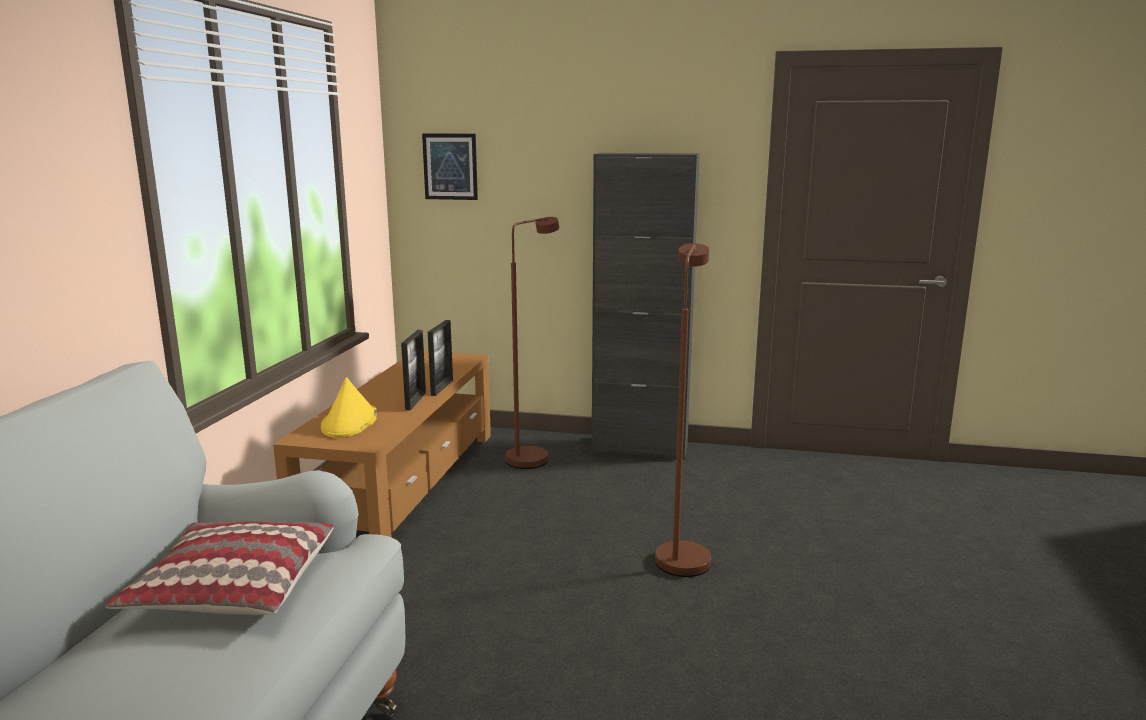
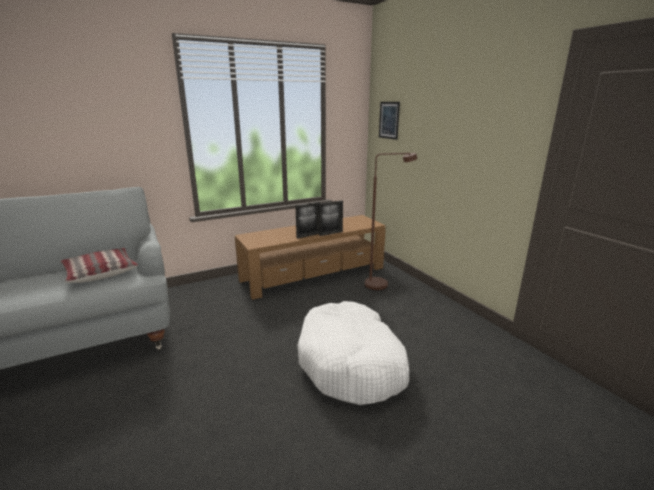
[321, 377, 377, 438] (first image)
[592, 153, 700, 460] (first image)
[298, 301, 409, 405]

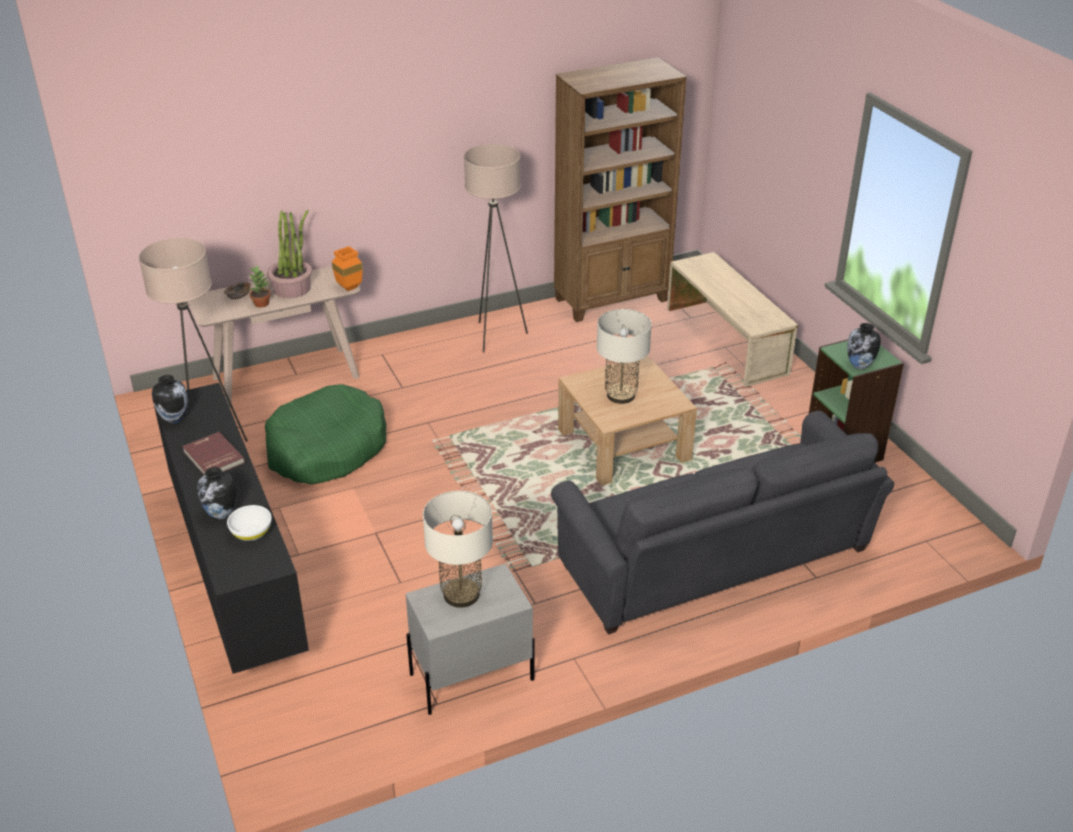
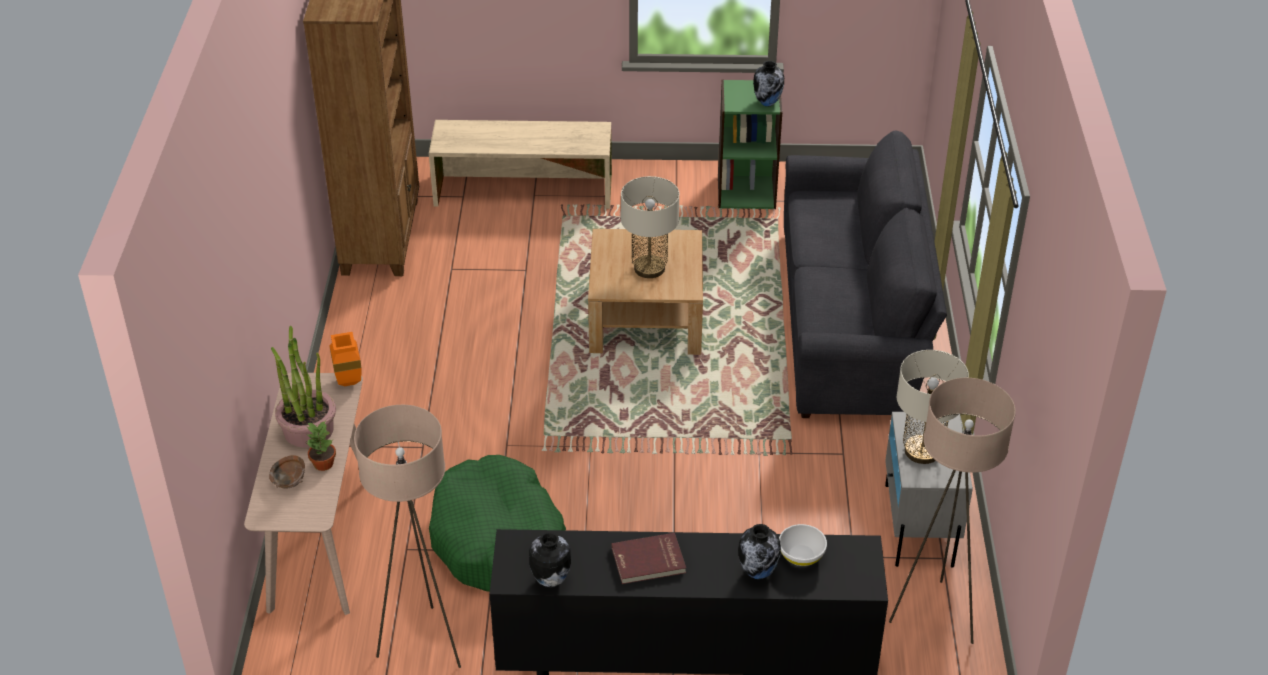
[889, 378, 1016, 644]

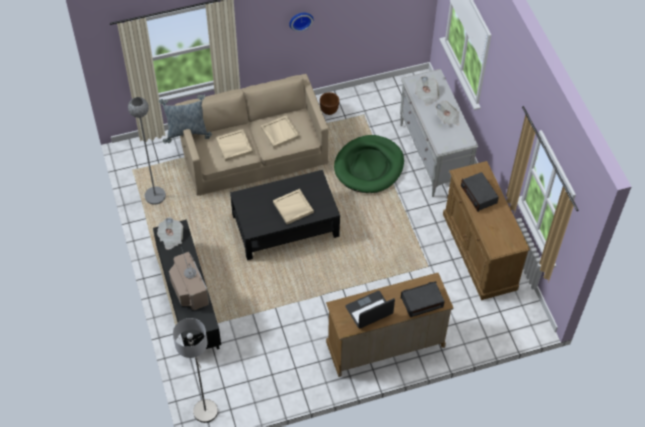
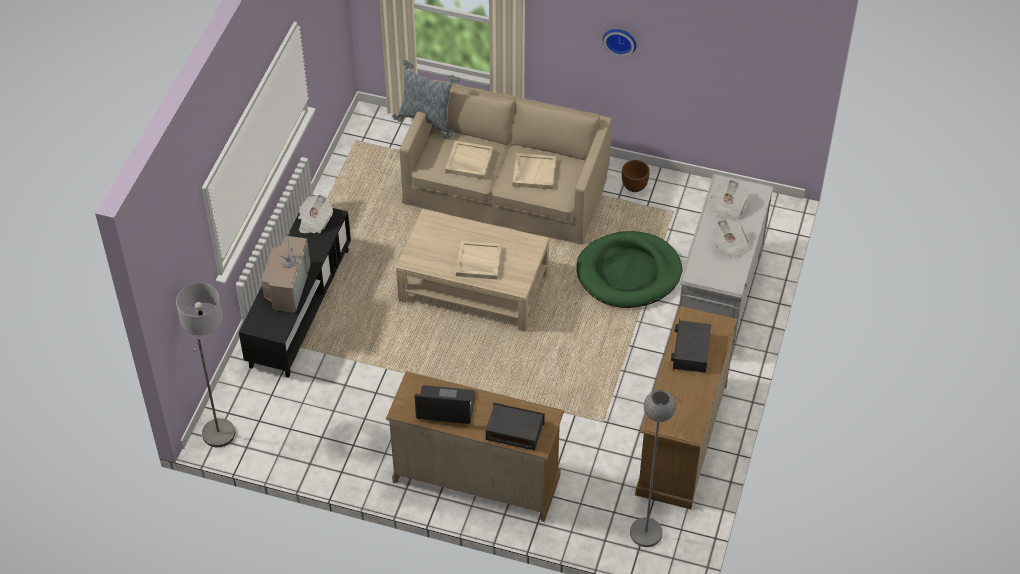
[630, 390, 676, 547]
[396, 209, 549, 332]

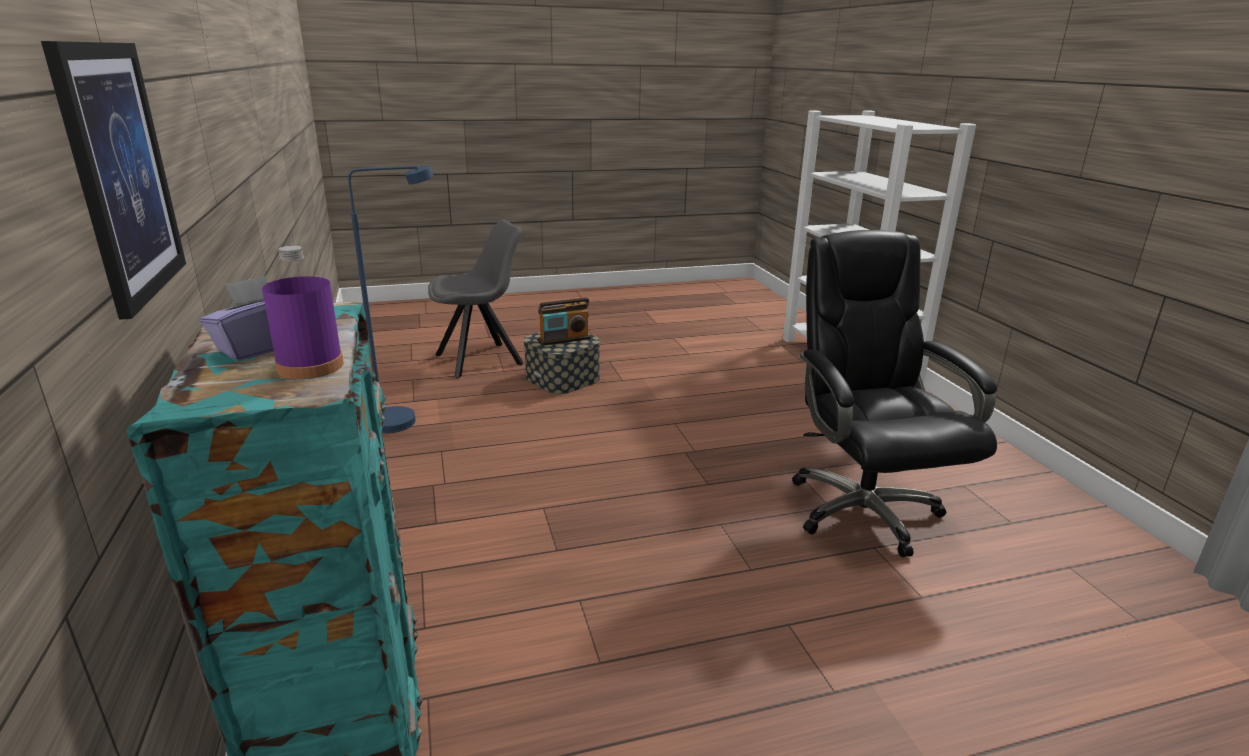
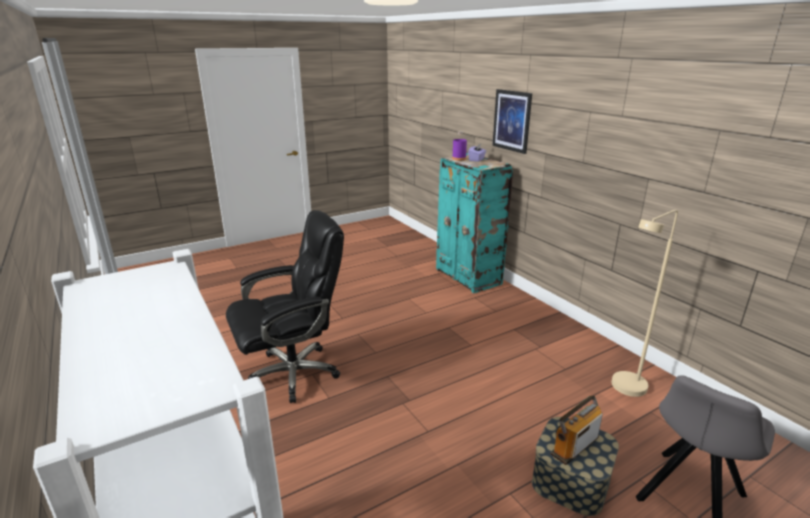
[611, 210, 678, 397]
[226, 210, 344, 403]

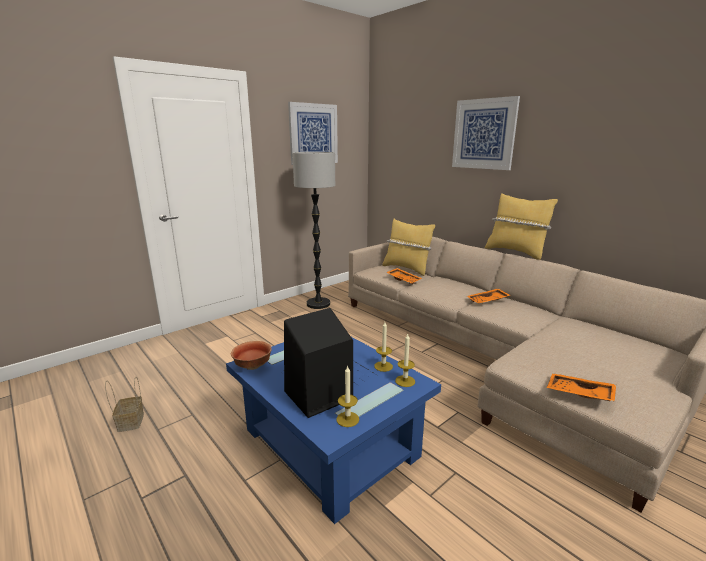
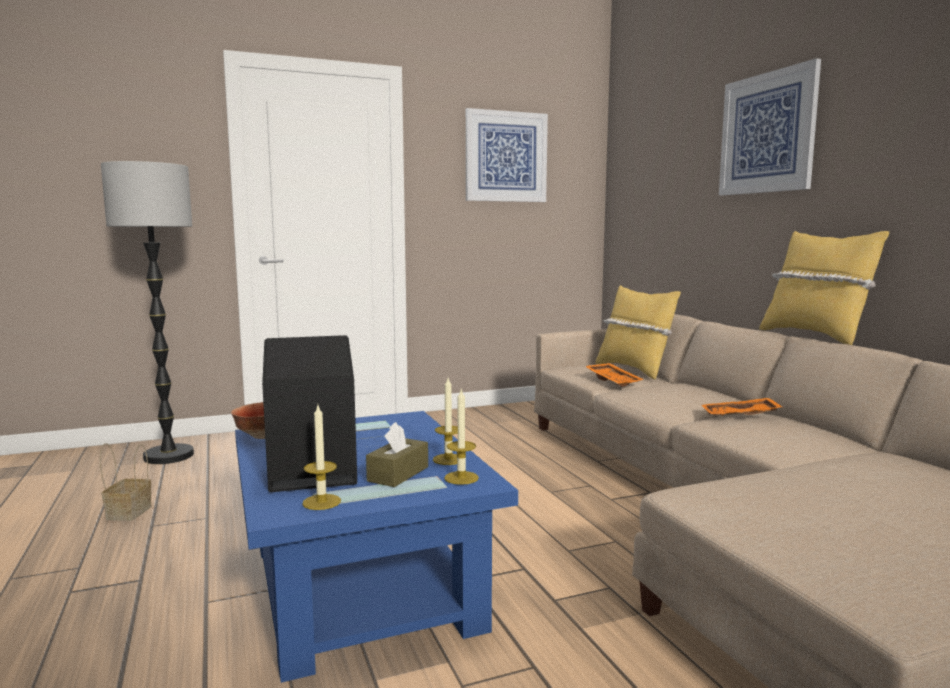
[101, 161, 194, 464]
[547, 373, 616, 402] (first image)
[366, 422, 428, 487]

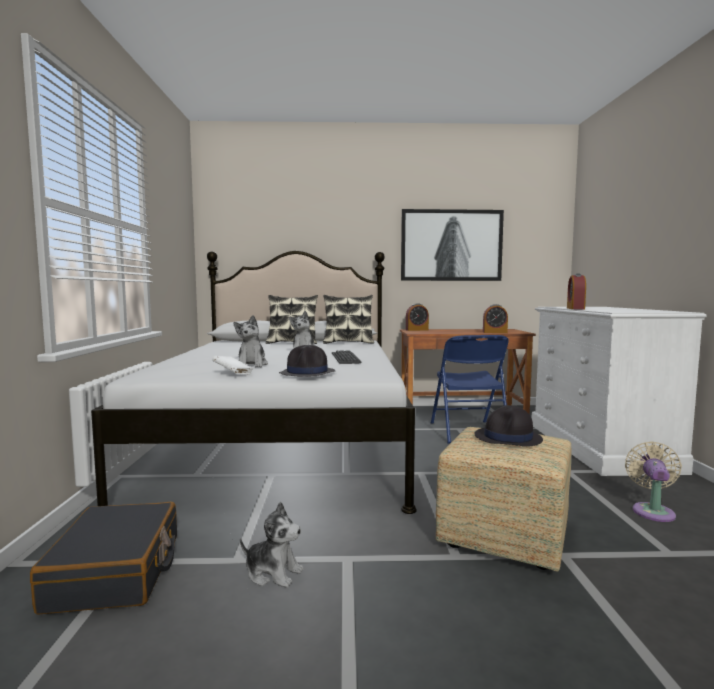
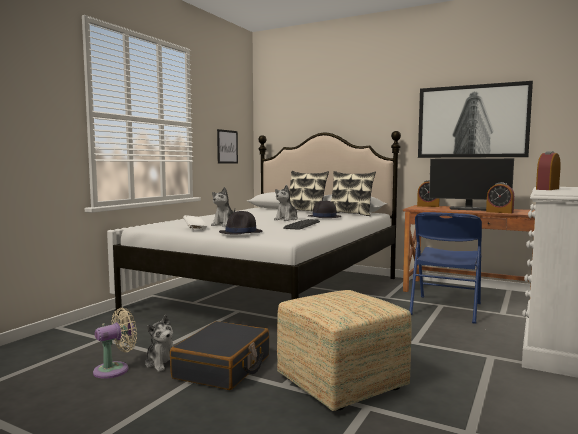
[170, 321, 269, 390]
[308, 201, 341, 218]
[93, 307, 137, 379]
[217, 129, 238, 164]
[429, 158, 514, 211]

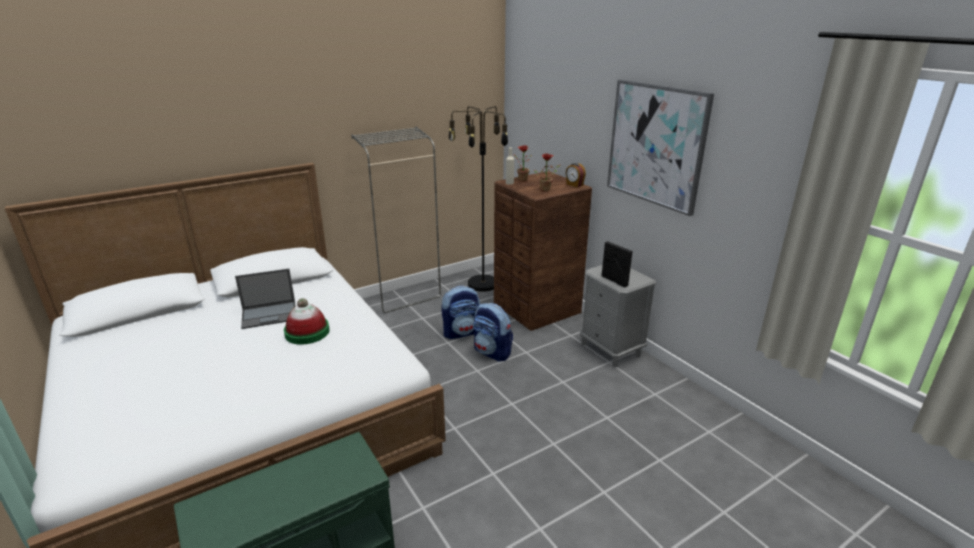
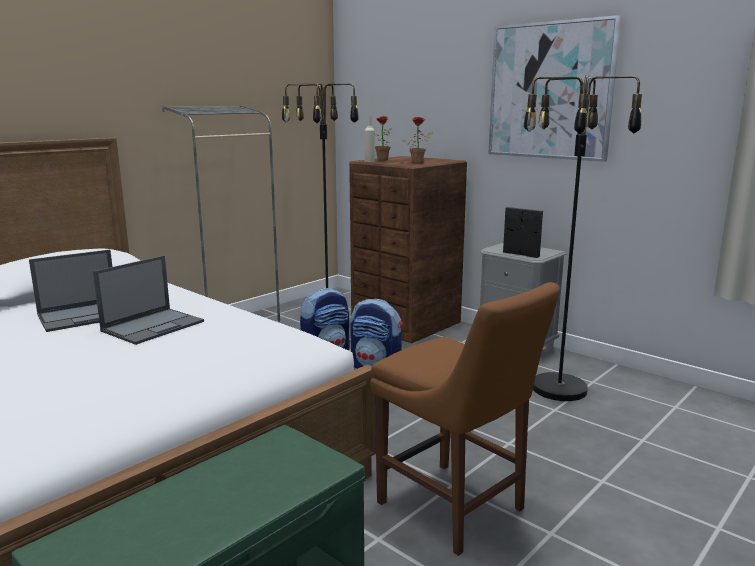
[93, 256, 204, 345]
[566, 163, 586, 187] (first image)
[370, 282, 560, 556]
[524, 76, 642, 401]

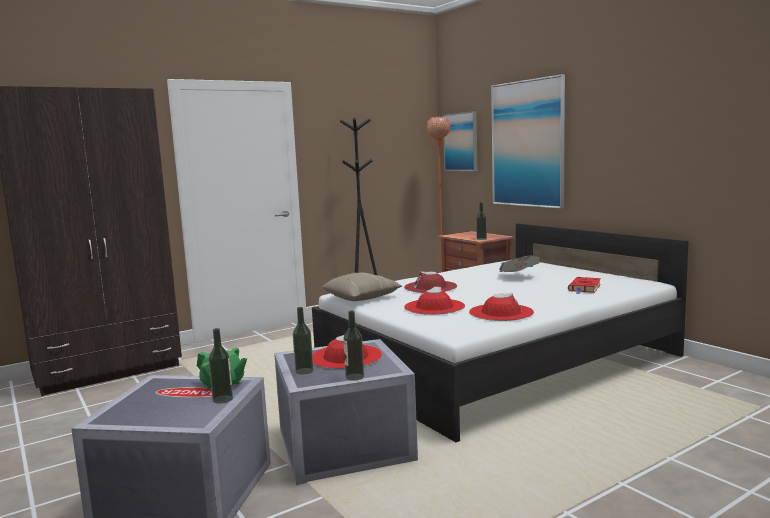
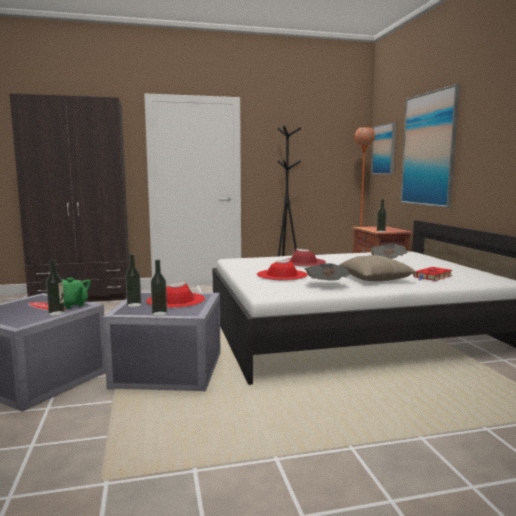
[339, 255, 417, 281]
[304, 263, 351, 281]

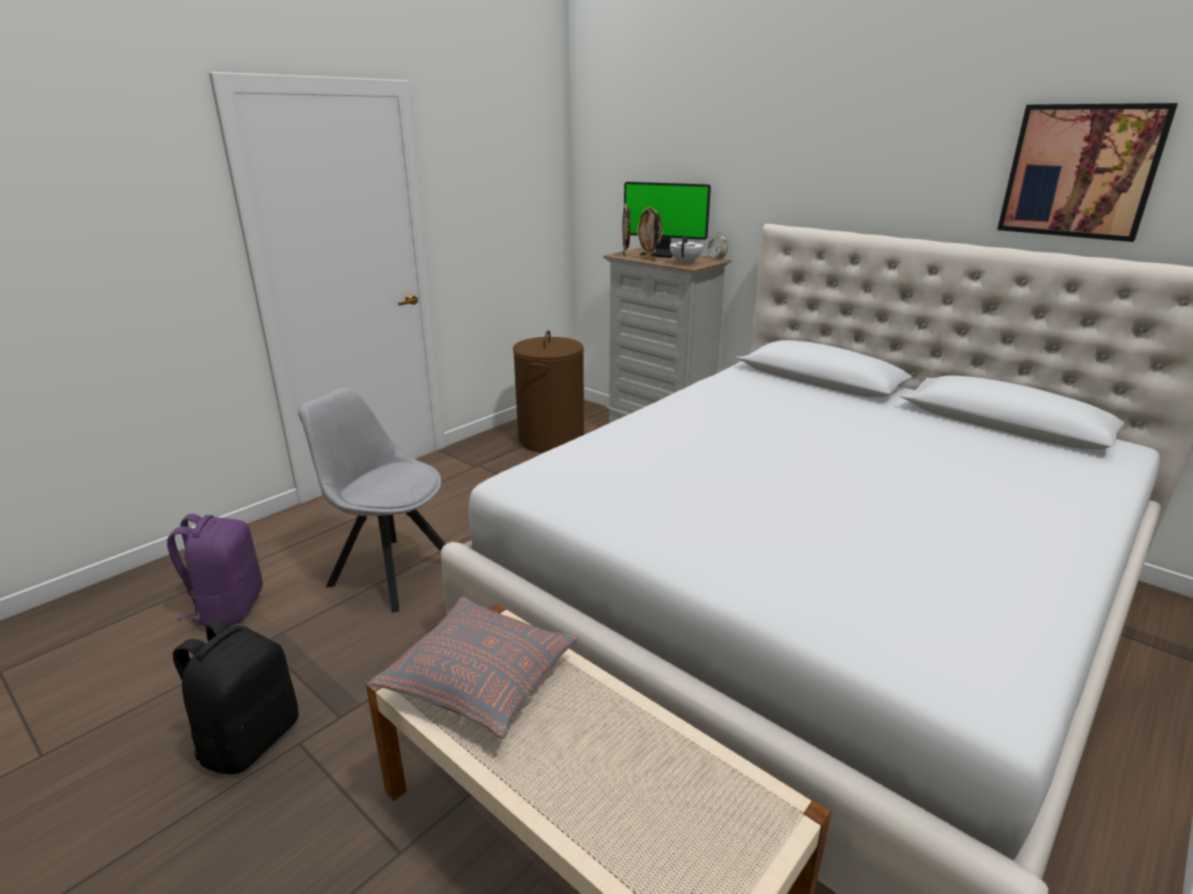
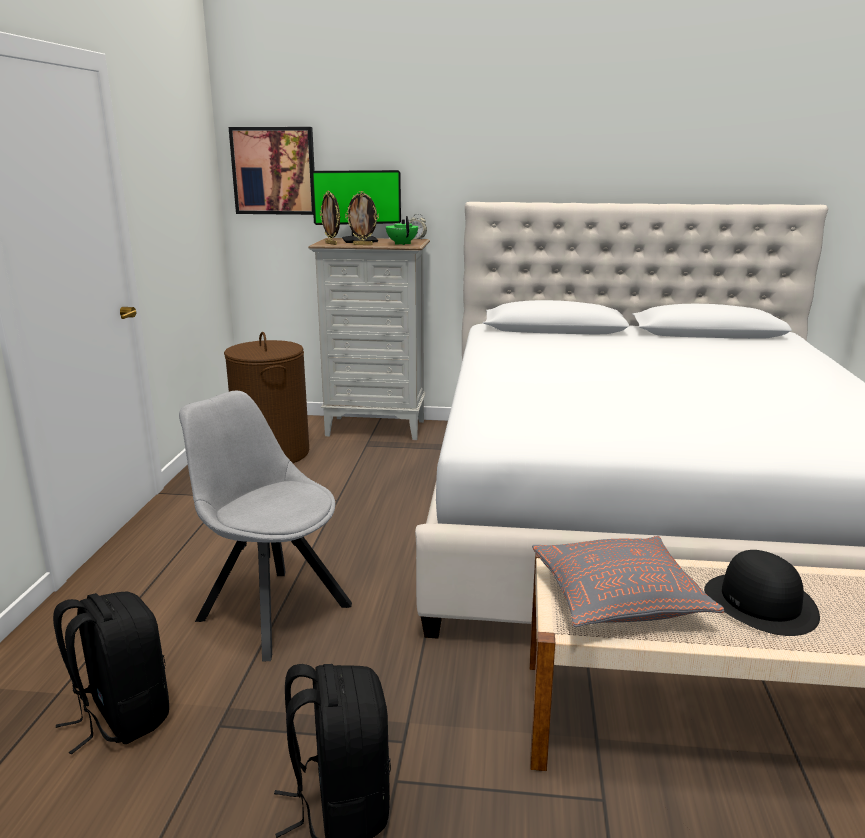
[53, 592, 169, 754]
[179, 391, 352, 661]
[386, 216, 418, 245]
[229, 127, 315, 215]
[704, 550, 820, 636]

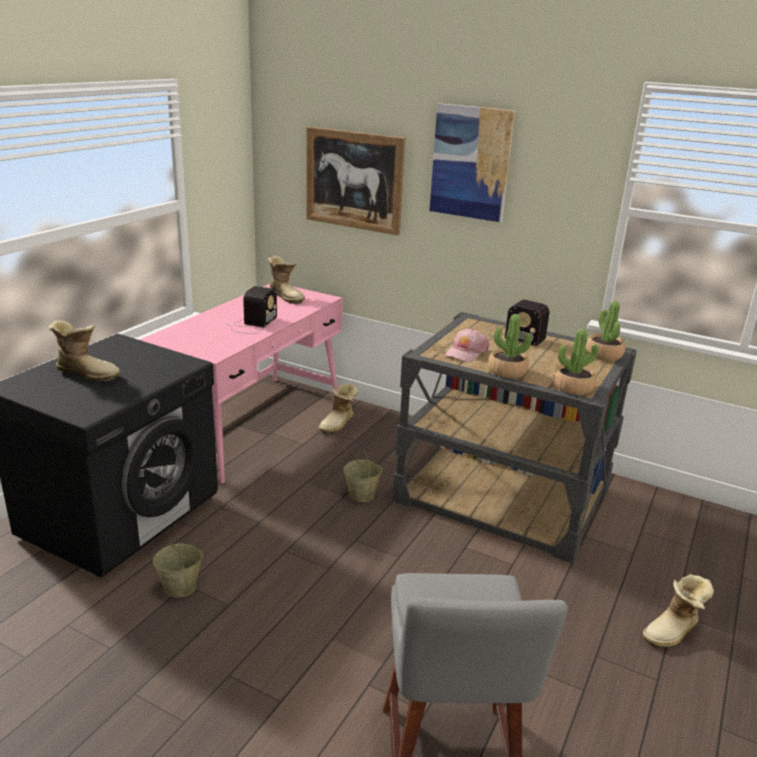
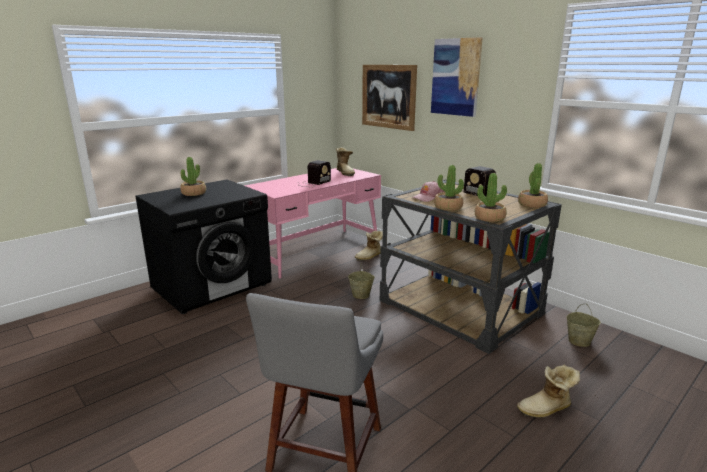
[180, 157, 206, 196]
[567, 304, 601, 347]

